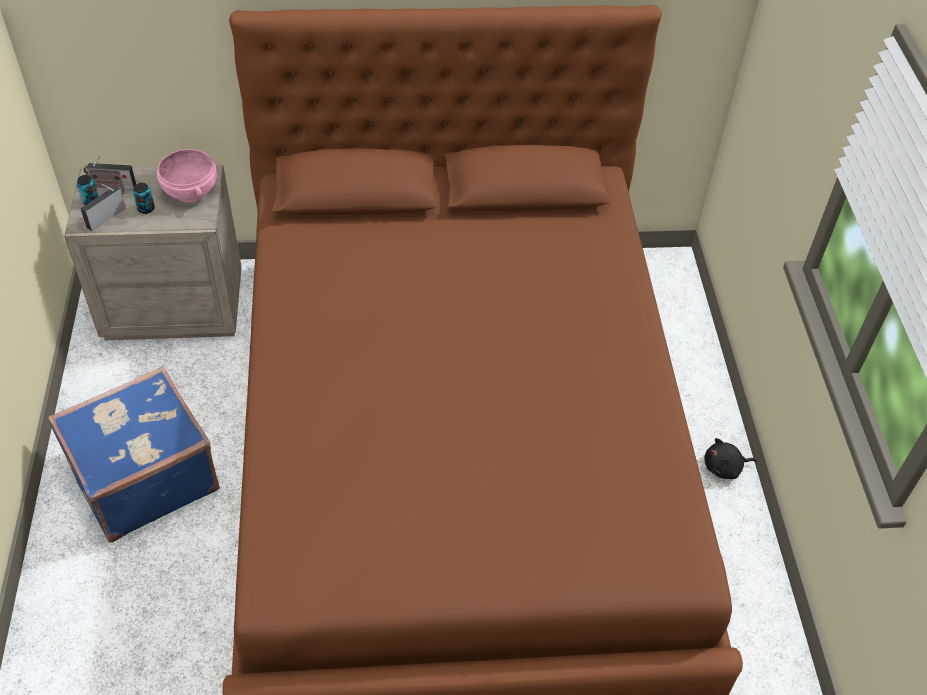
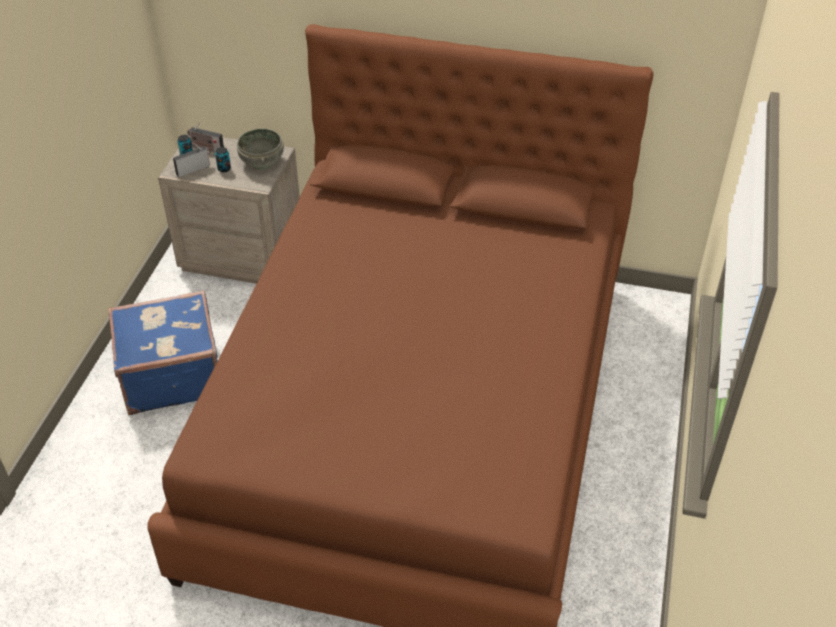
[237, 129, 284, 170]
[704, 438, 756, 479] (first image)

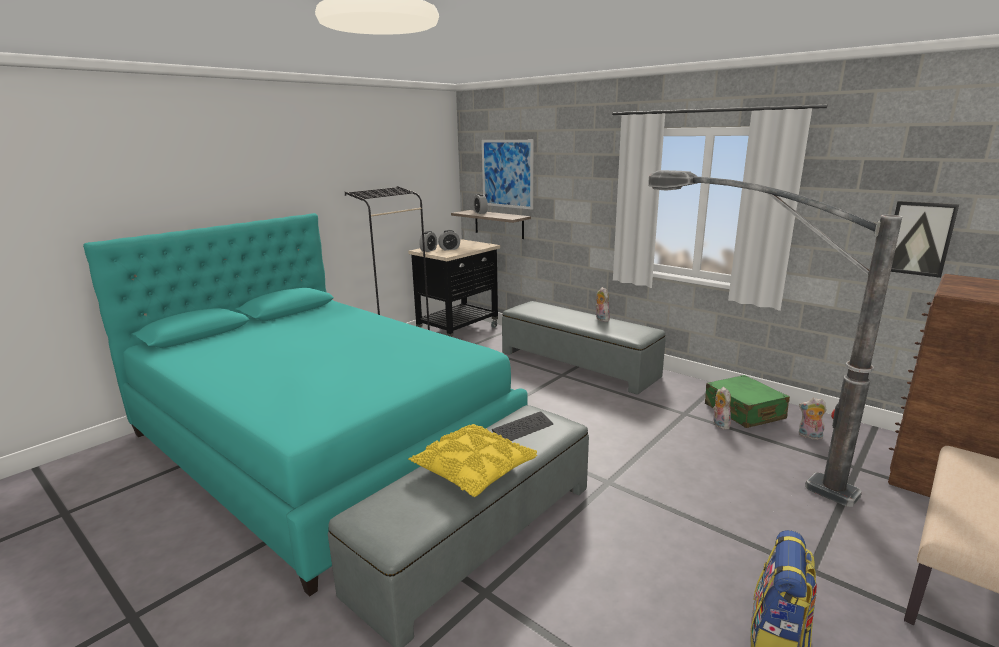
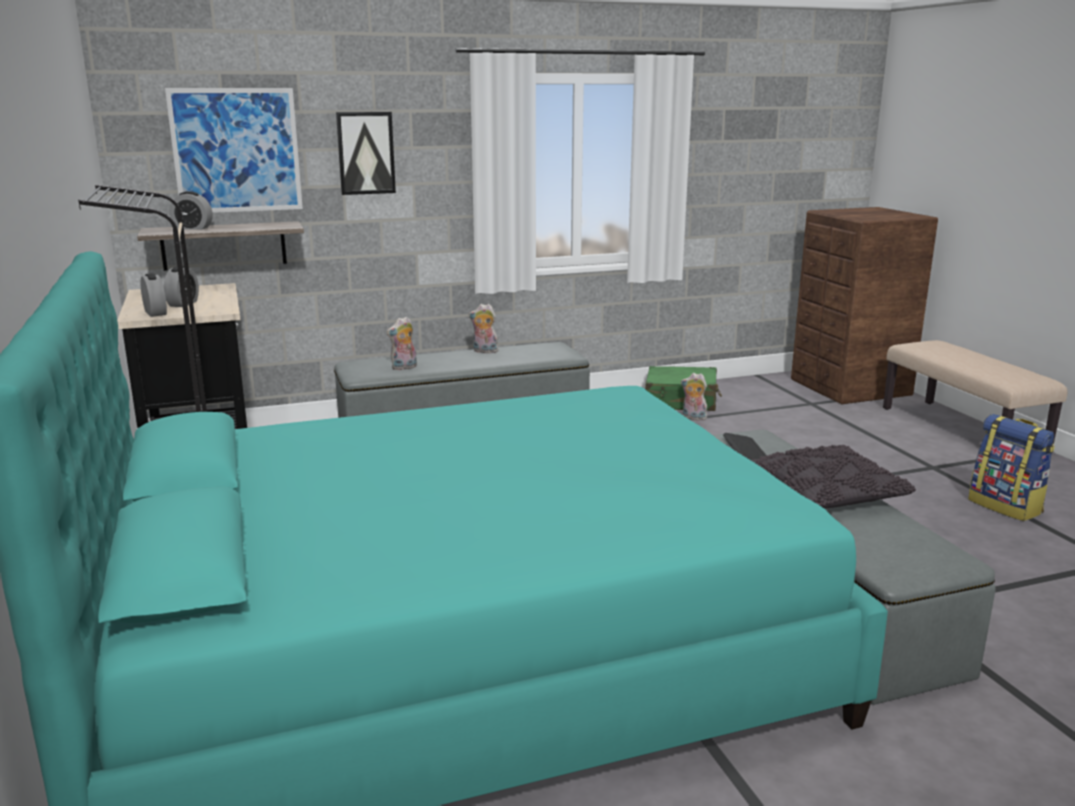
[751, 445, 916, 508]
[648, 170, 903, 507] (first image)
[386, 317, 417, 370]
[336, 112, 396, 195]

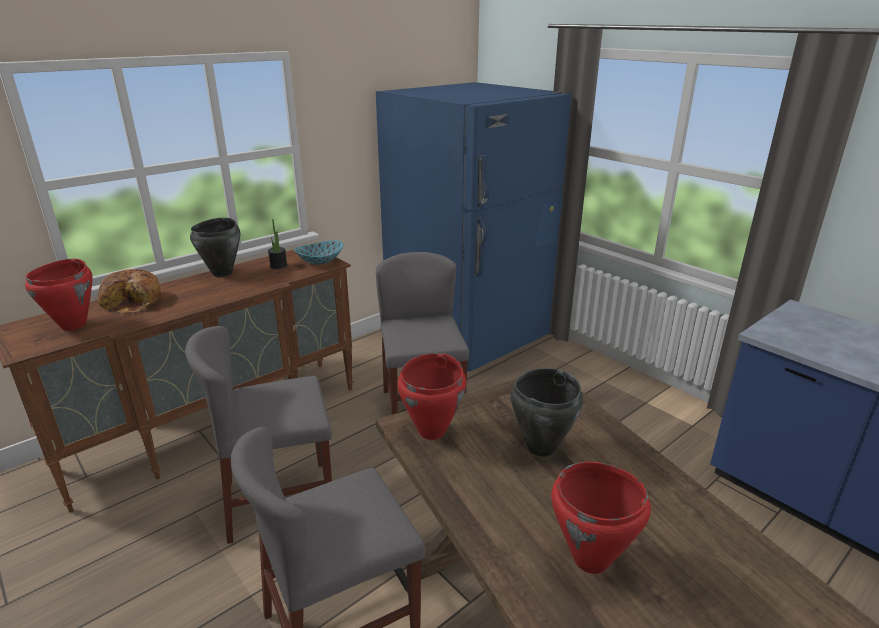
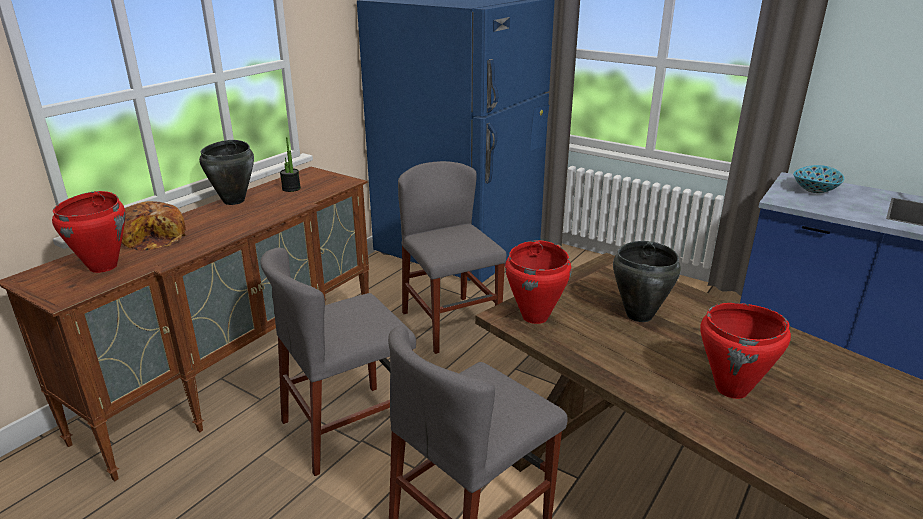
[793, 165, 844, 193]

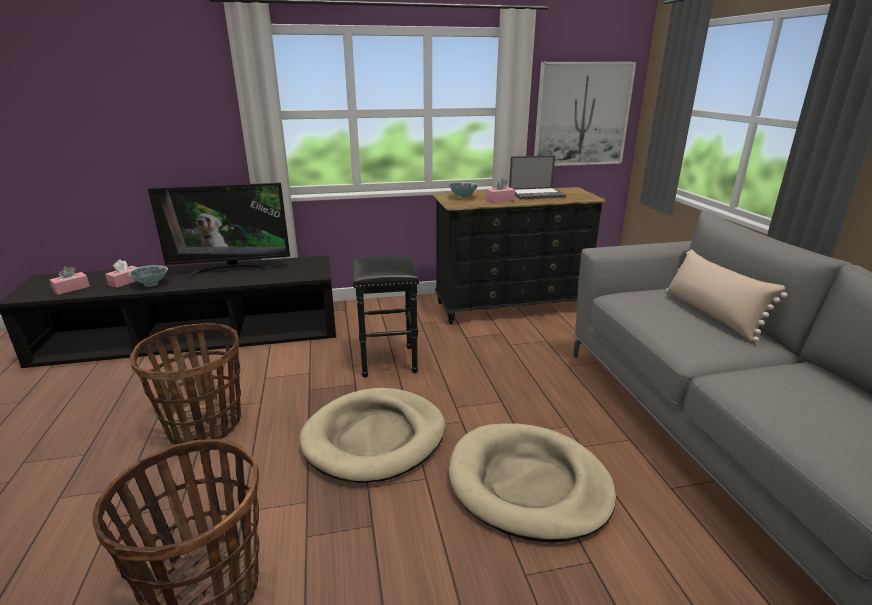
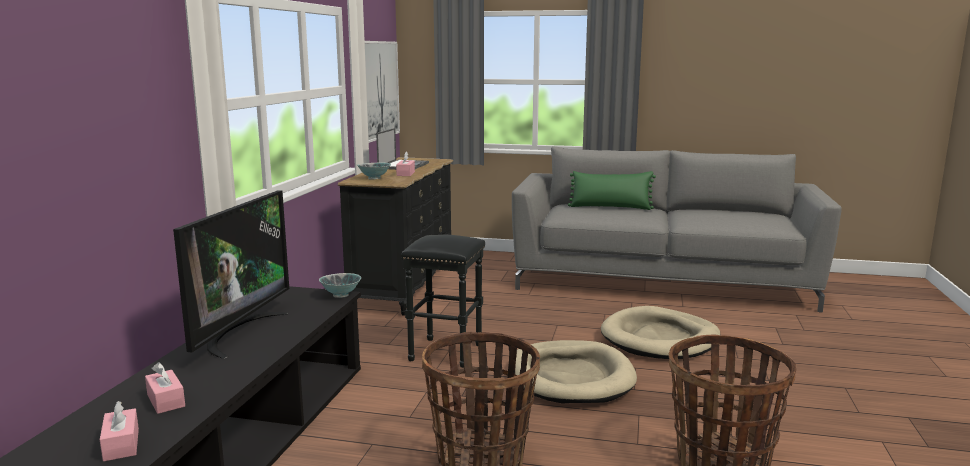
[319, 273, 361, 298]
[568, 171, 656, 210]

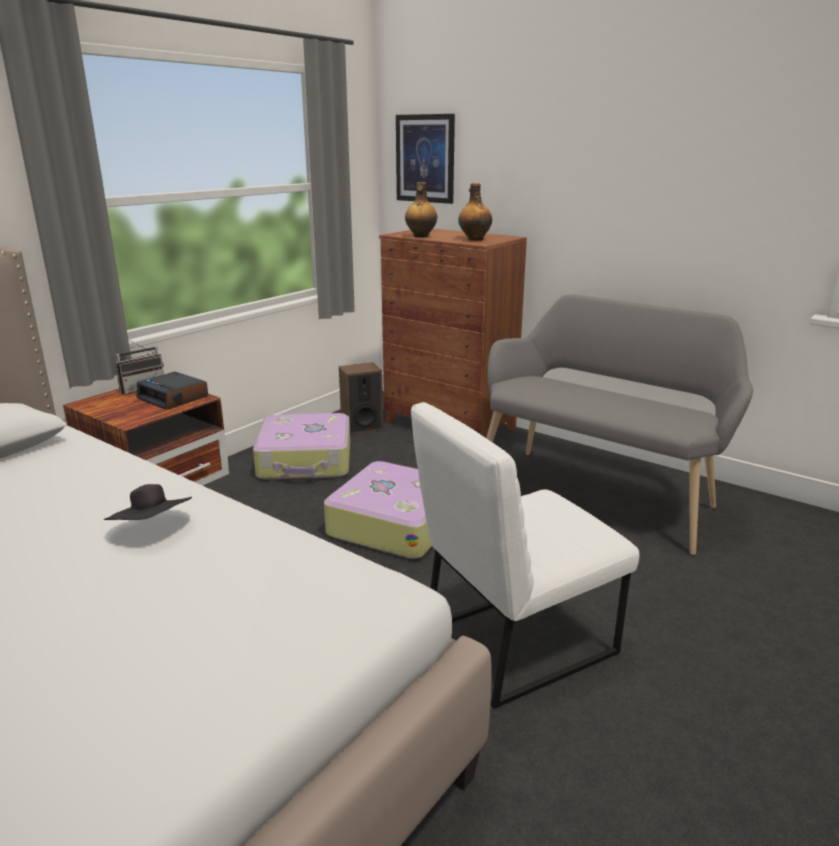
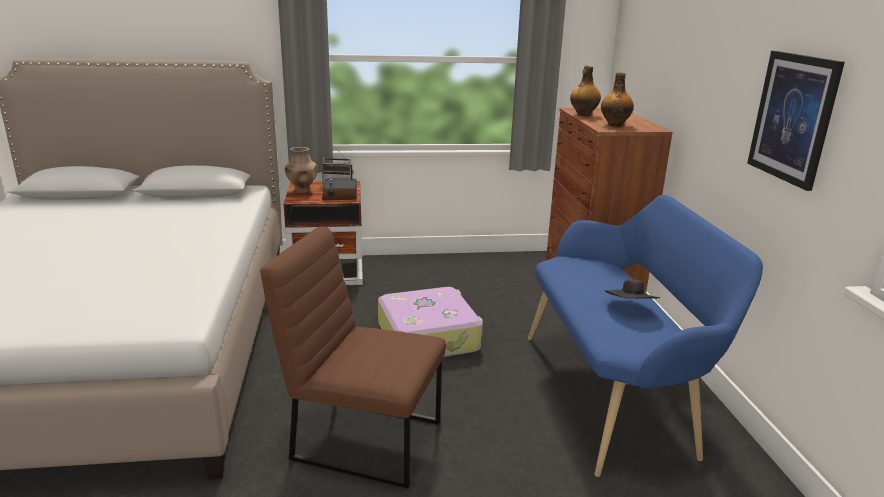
[605, 279, 661, 299]
[253, 413, 350, 480] (first image)
[339, 362, 383, 435] (first image)
[747, 51, 845, 191]
[260, 227, 446, 488]
[528, 195, 763, 477]
[285, 147, 317, 194]

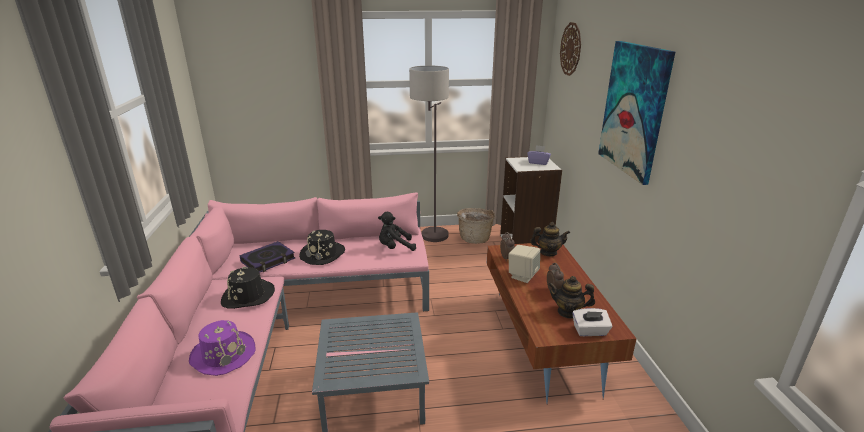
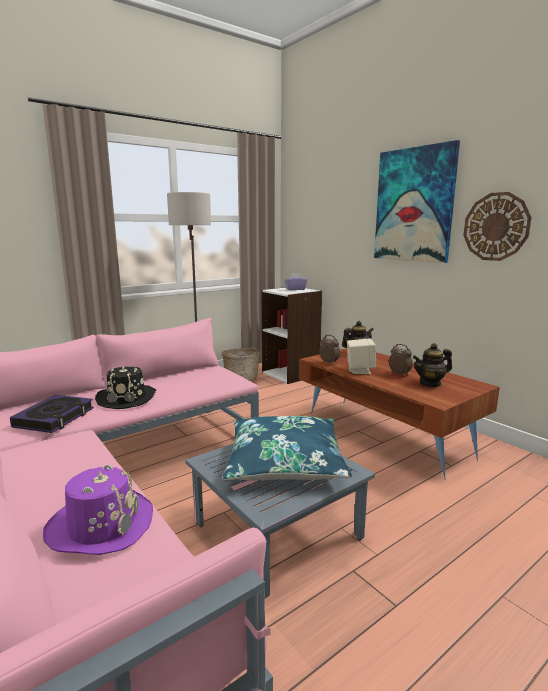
[221, 266, 275, 309] (first image)
[378, 212, 416, 251] (first image)
[463, 192, 532, 261]
[572, 308, 612, 336] (first image)
[222, 416, 352, 480]

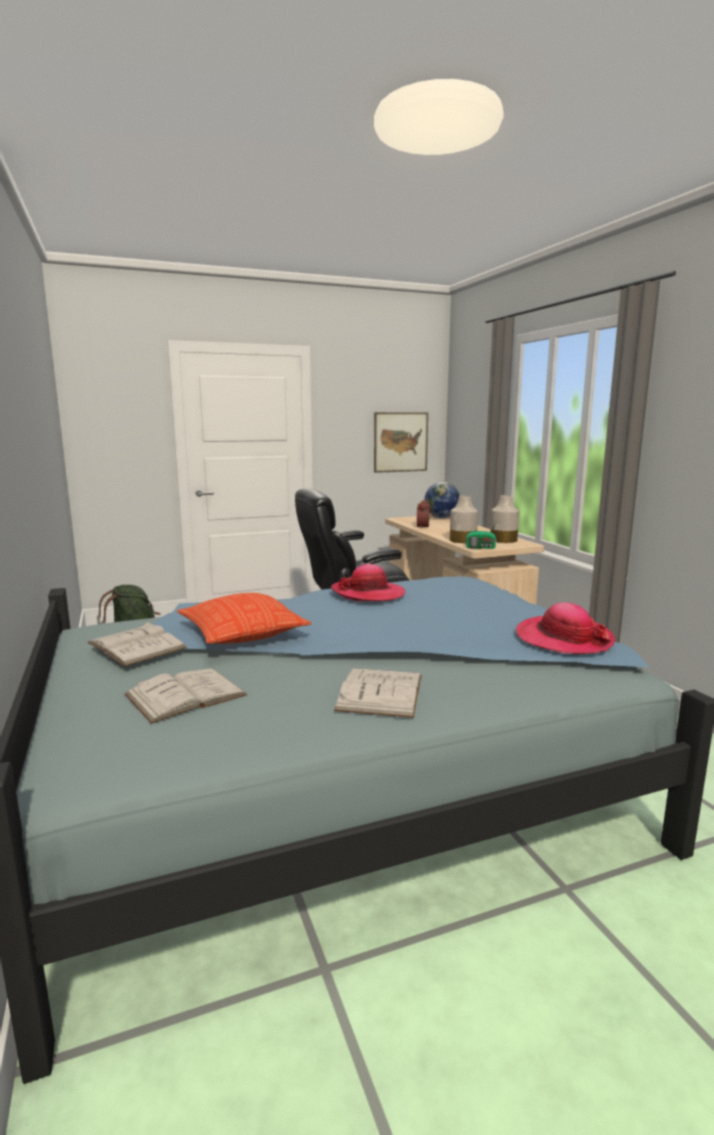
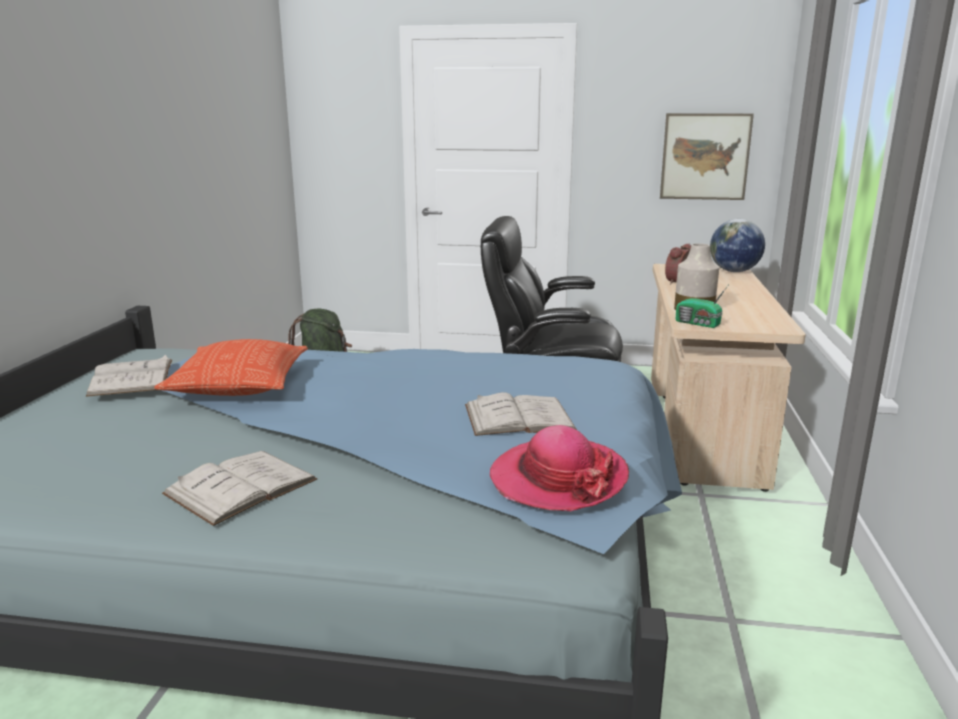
[465, 392, 577, 436]
[330, 564, 405, 602] (first image)
[490, 495, 519, 543] (first image)

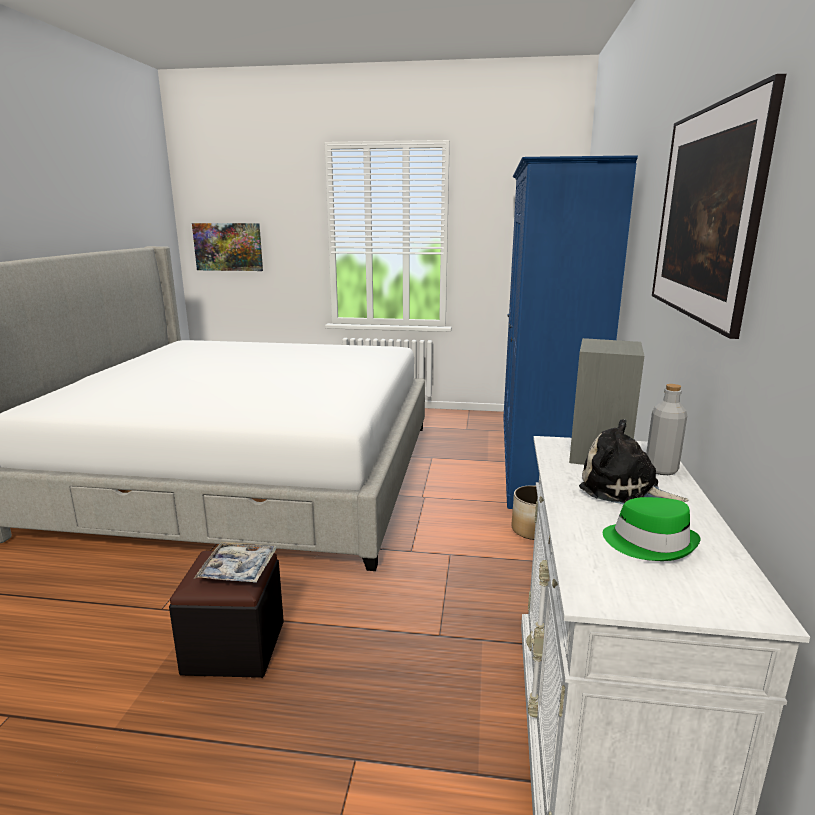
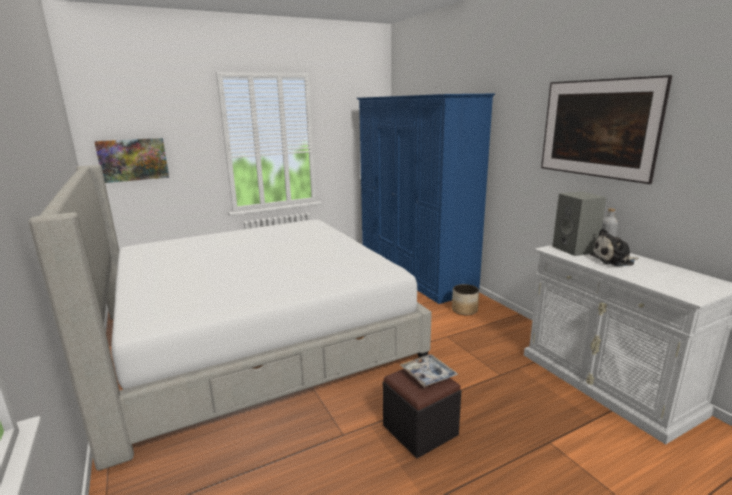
[603, 497, 701, 561] (first image)

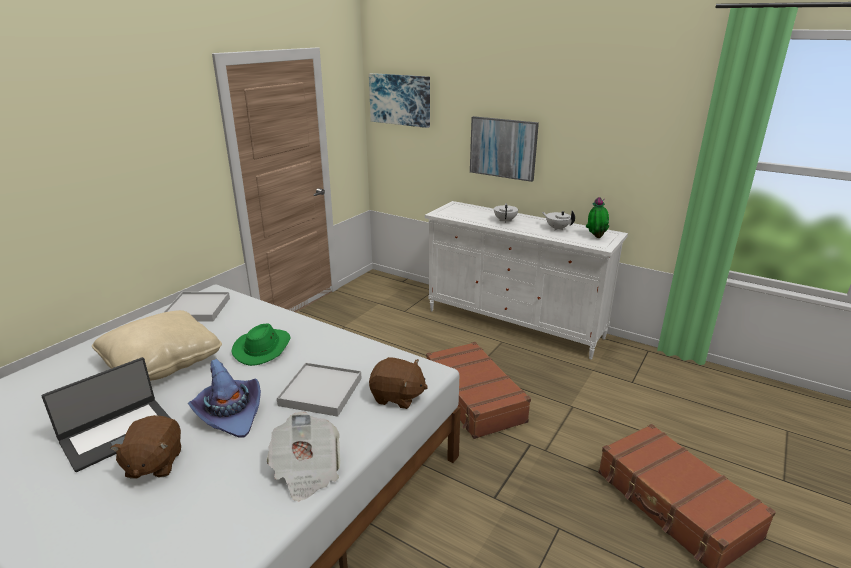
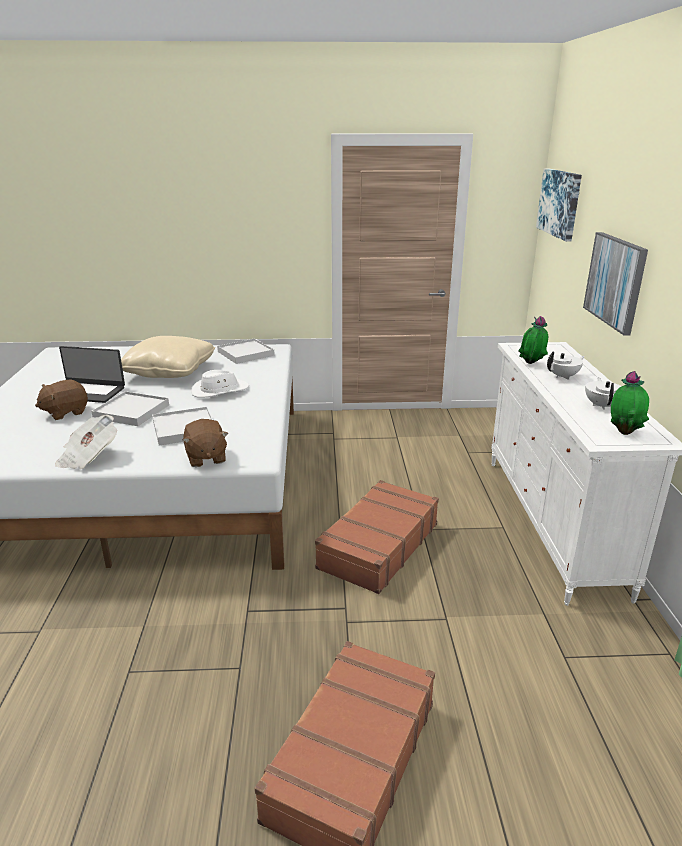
[91, 391, 169, 426]
[191, 370, 249, 398]
[518, 316, 548, 364]

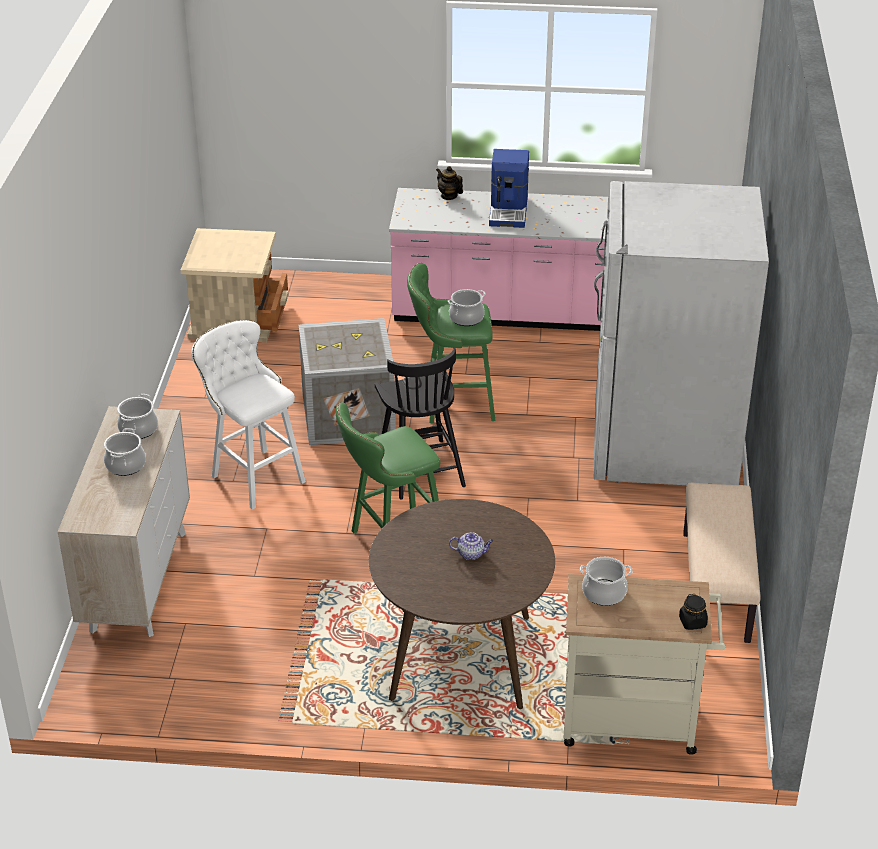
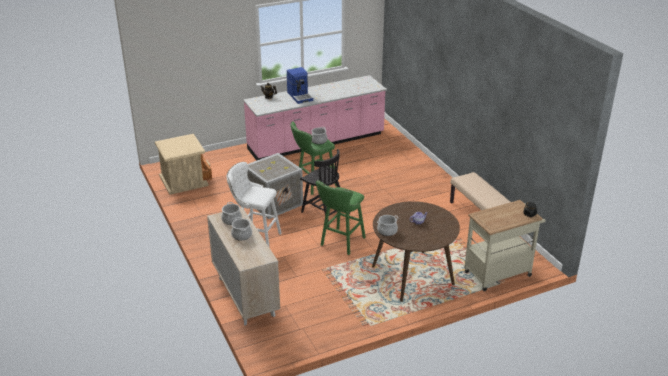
[377, 215, 399, 236]
[593, 181, 769, 485] (first image)

